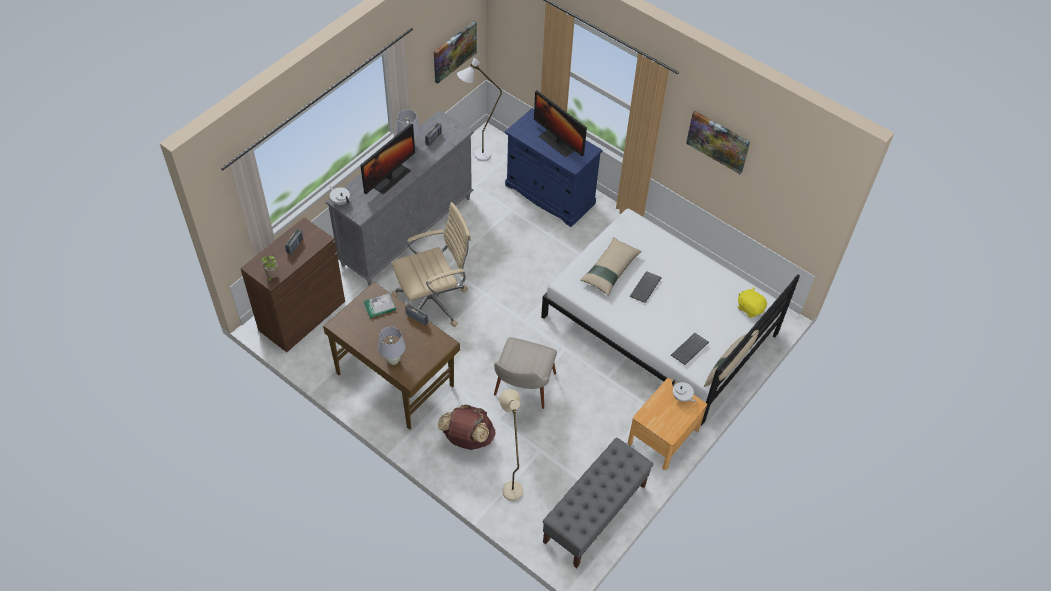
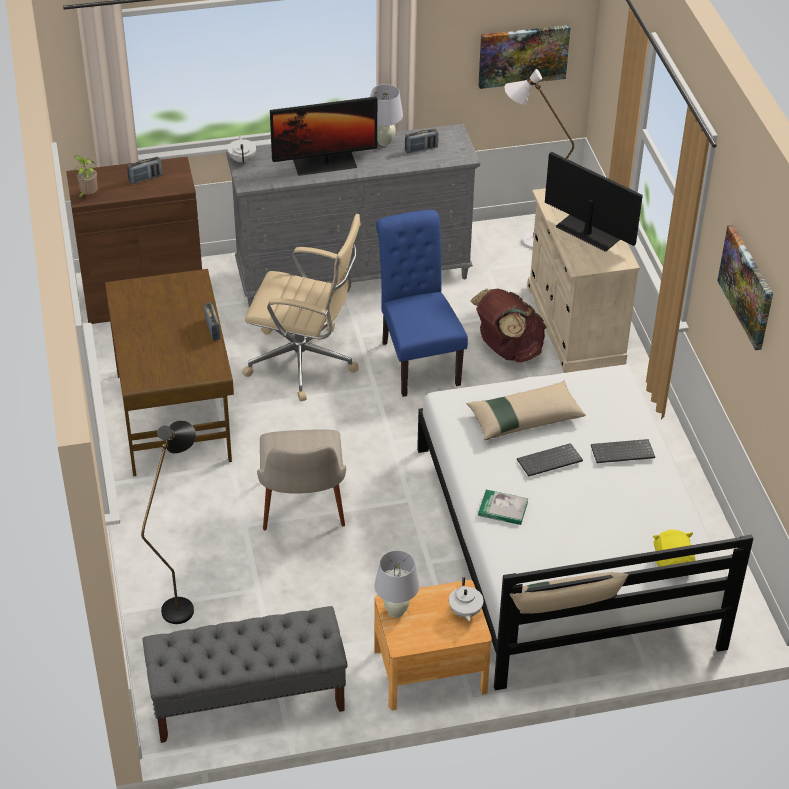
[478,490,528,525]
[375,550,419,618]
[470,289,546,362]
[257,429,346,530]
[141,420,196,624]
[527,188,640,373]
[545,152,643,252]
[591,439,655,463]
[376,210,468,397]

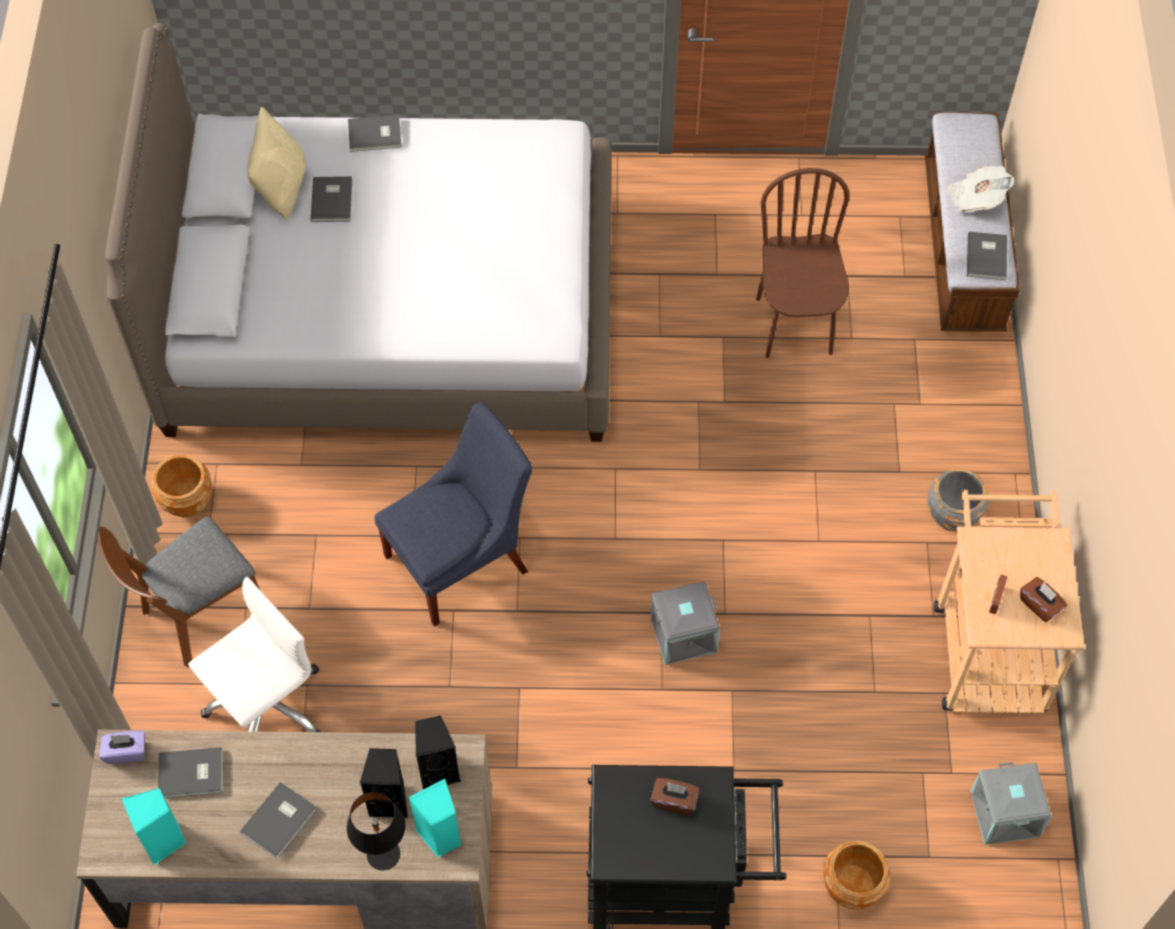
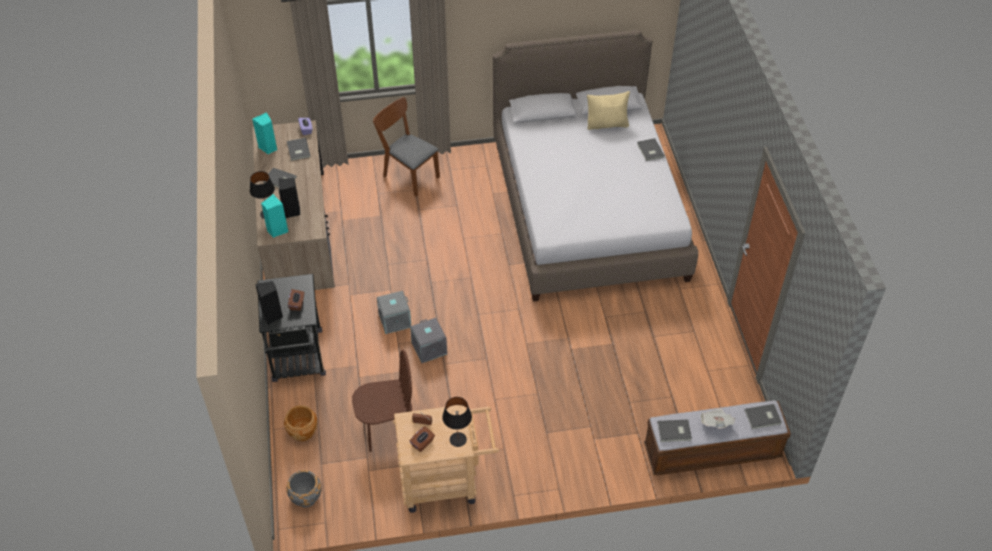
[151,454,212,518] (first image)
[188,577,321,732] (first image)
[744,404,782,429]
[375,402,532,627] (first image)
[255,281,283,325]
[352,350,412,452]
[286,470,322,507]
[377,291,411,334]
[442,397,472,447]

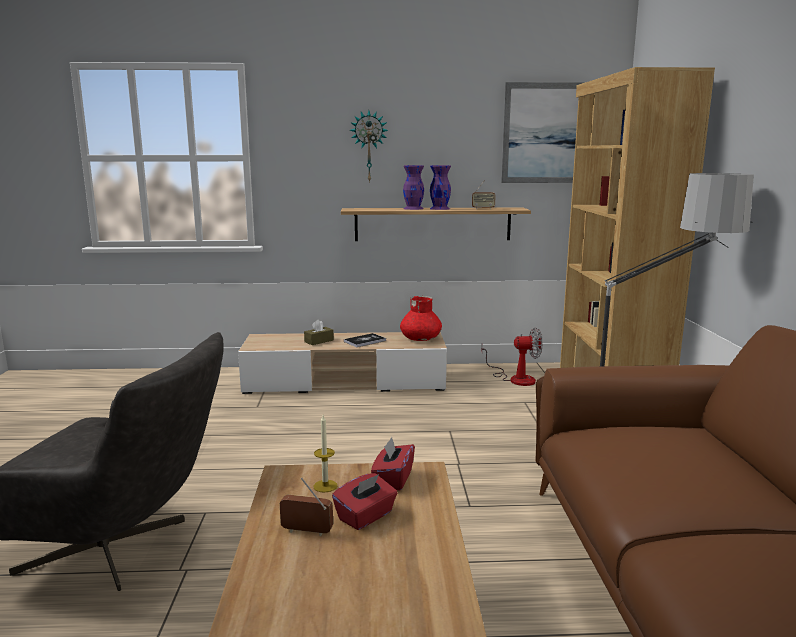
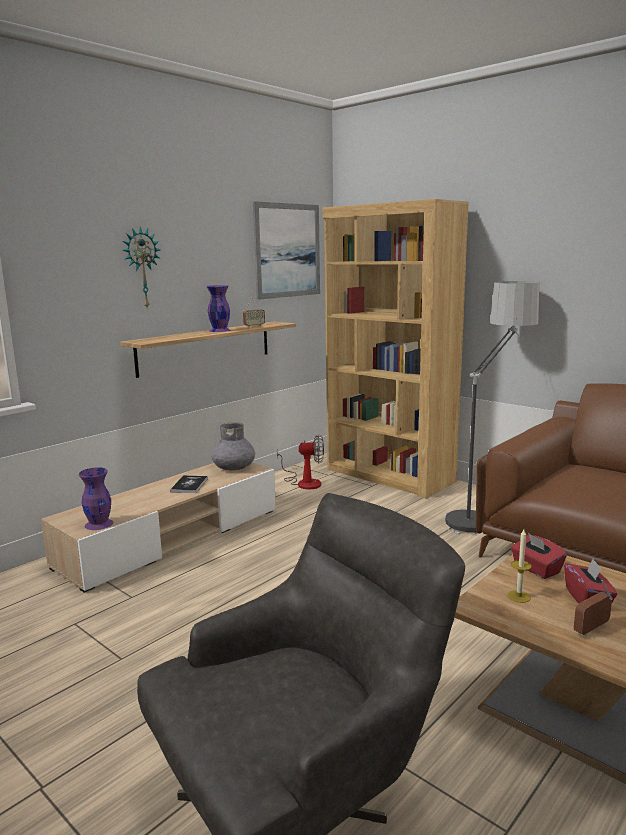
[304,319,334,345] (first image)
[211,422,255,471]
[79,467,114,530]
[277,434,324,489]

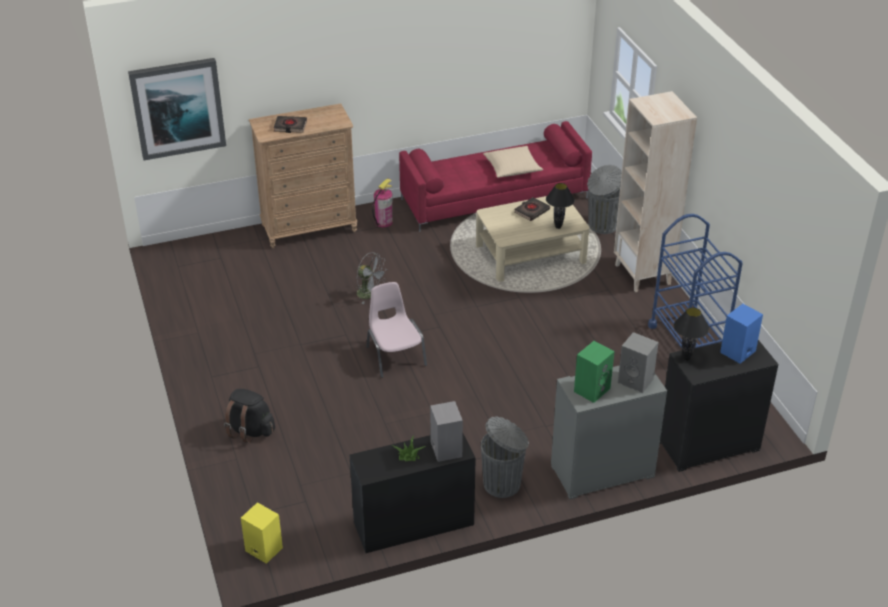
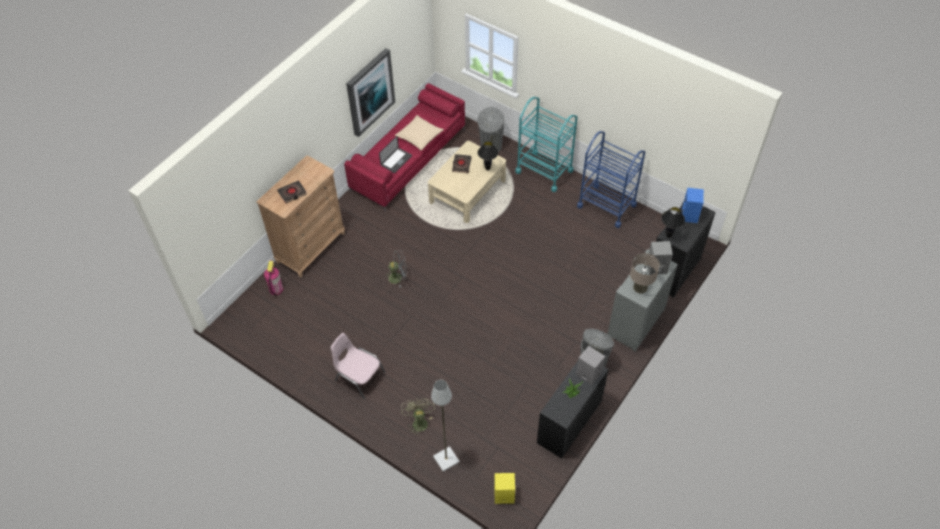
[346,48,395,137]
[401,398,435,435]
[331,333,386,399]
[264,261,283,296]
[630,253,660,293]
[515,97,578,192]
[379,136,412,173]
[431,380,460,472]

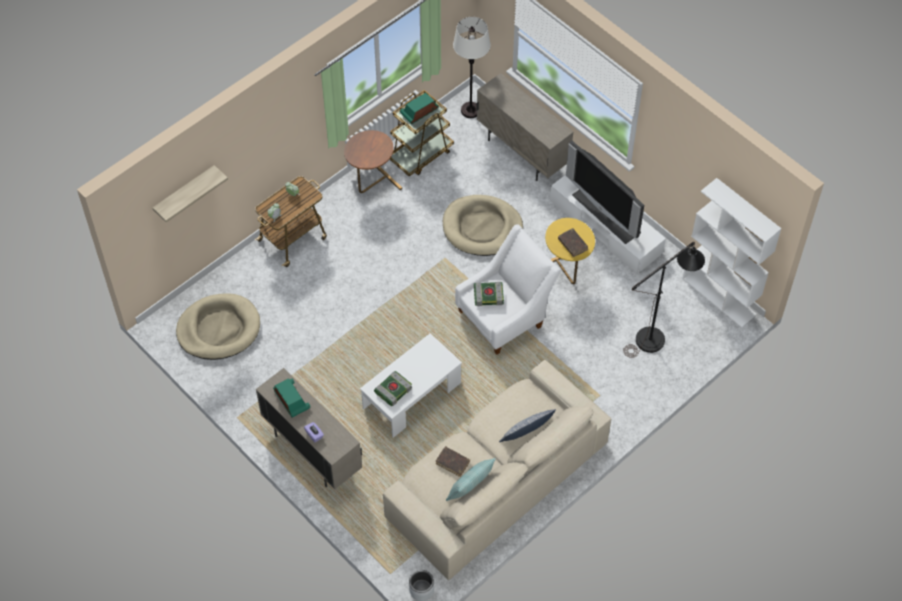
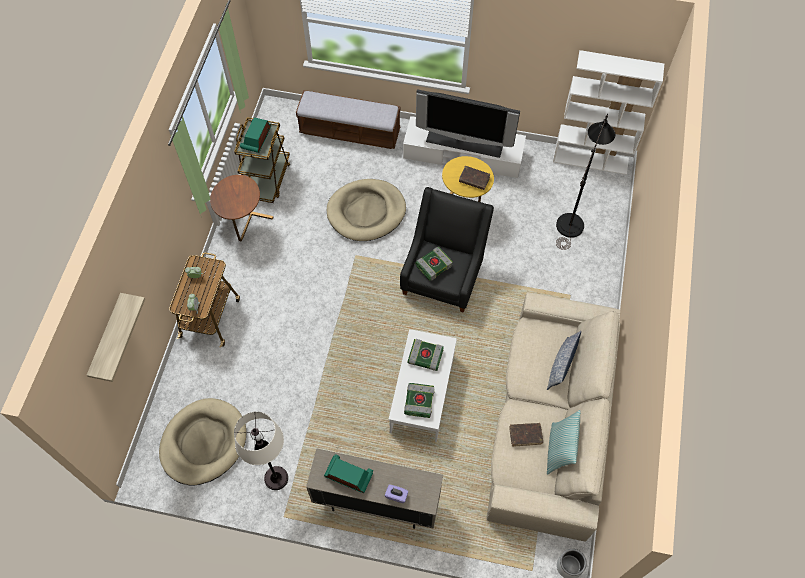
[234,411,288,490]
[400,187,494,313]
[296,90,401,149]
[407,339,444,371]

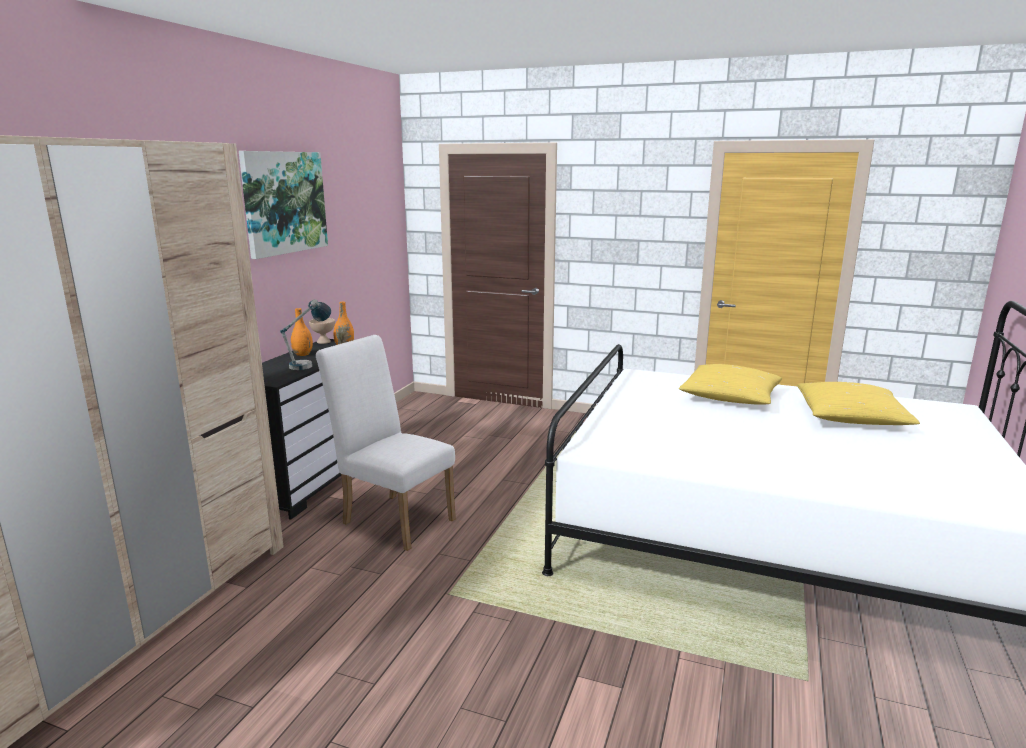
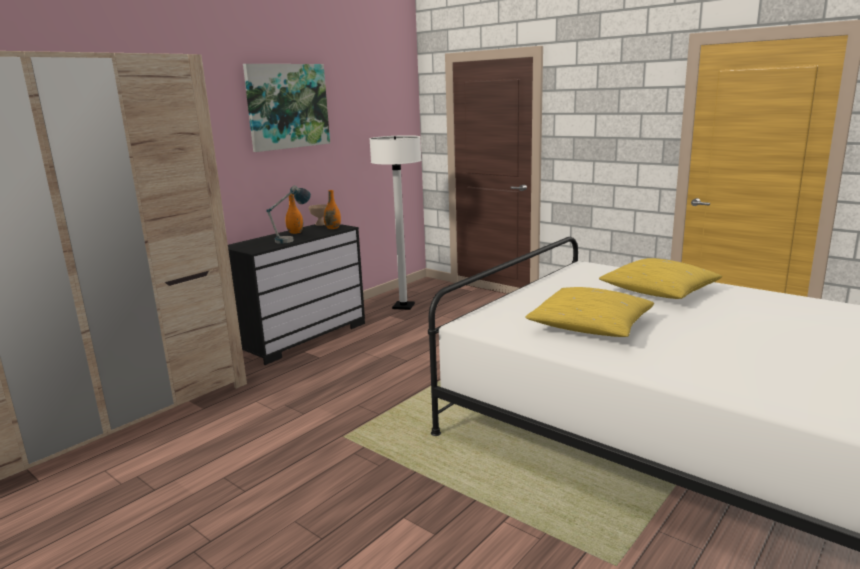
[316,335,456,551] (first image)
[525,287,654,337]
[370,135,422,310]

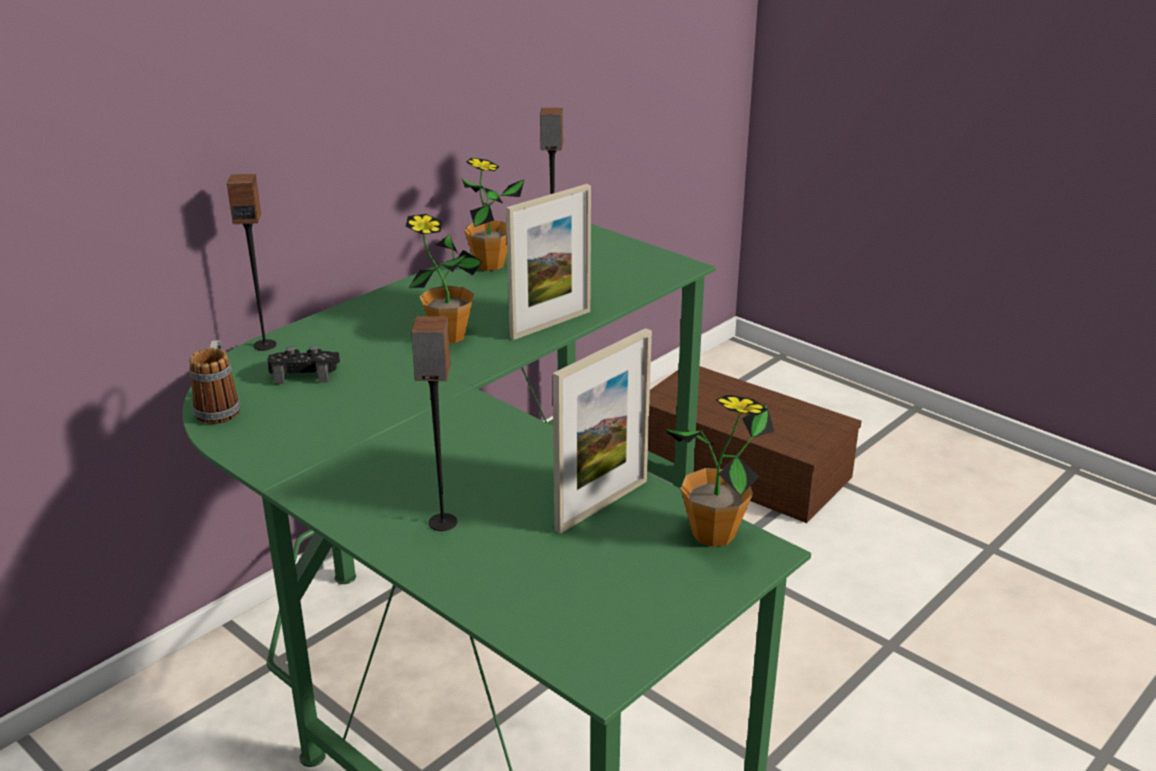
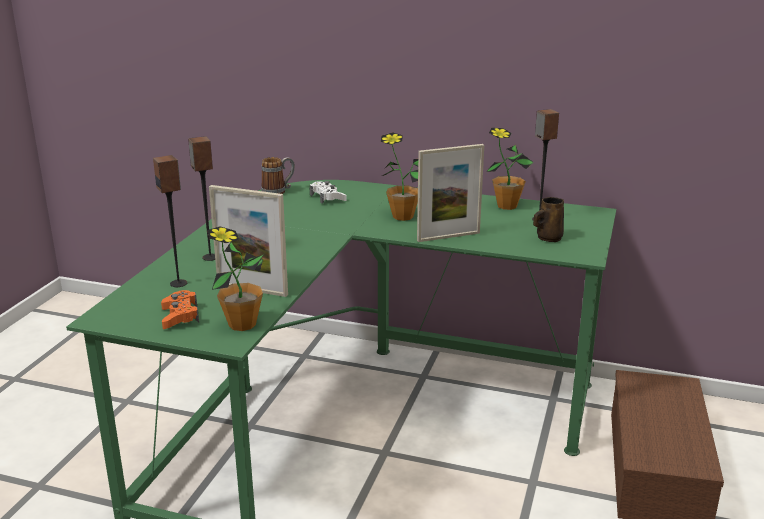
[153,155,187,287]
[310,181,347,204]
[417,144,484,242]
[161,290,199,329]
[533,197,564,242]

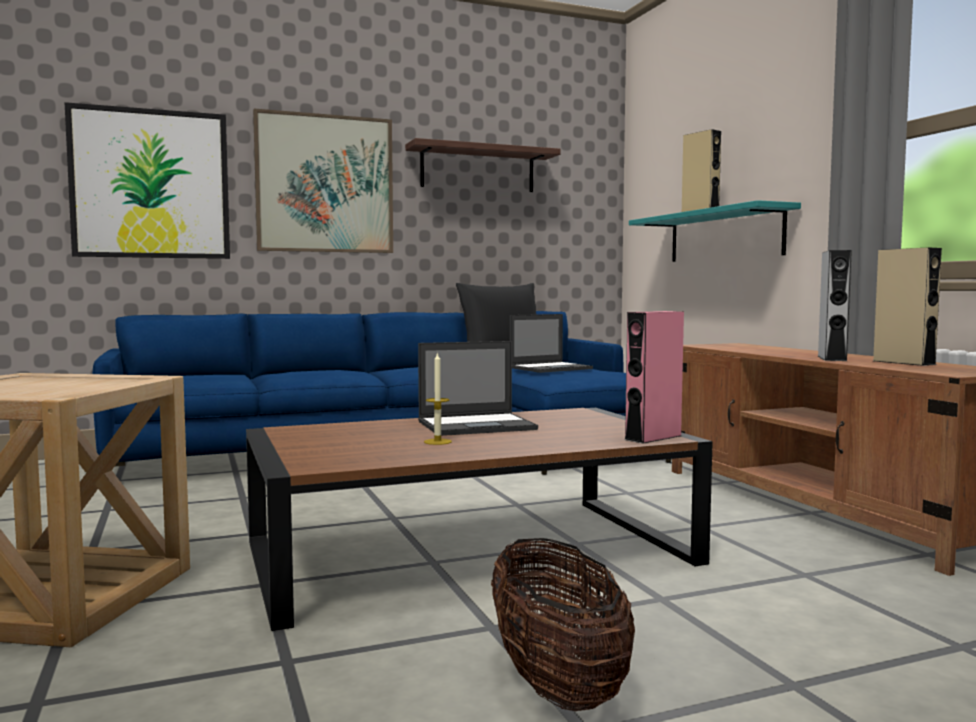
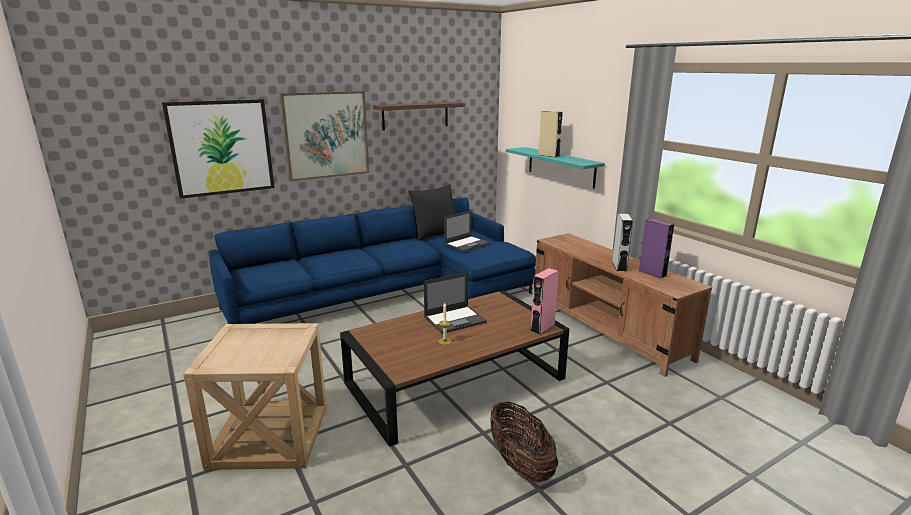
[639,218,674,279]

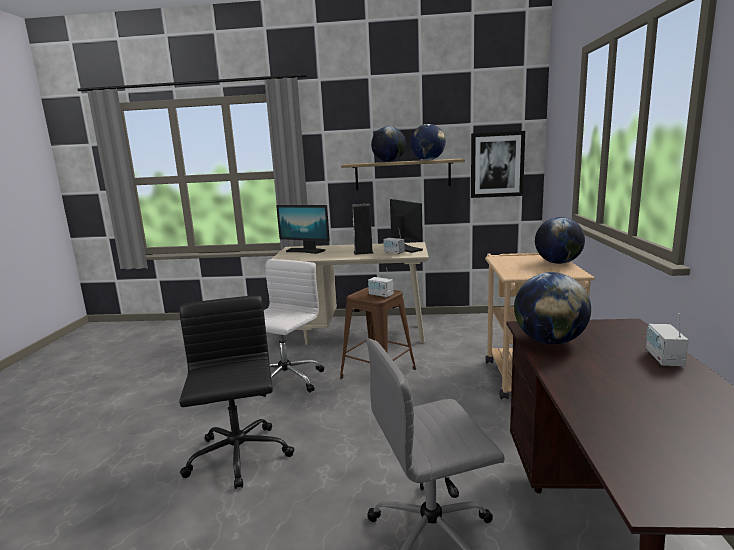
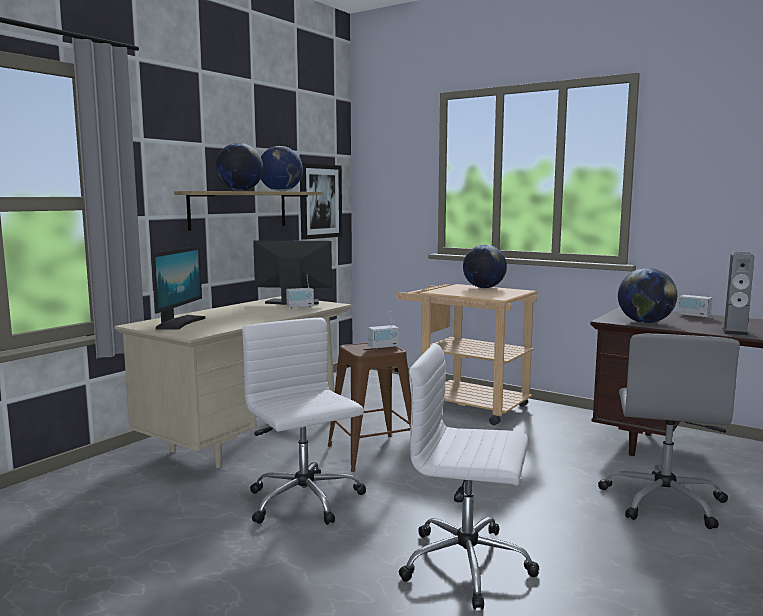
[399,343,539,610]
[151,246,205,330]
[722,252,754,336]

